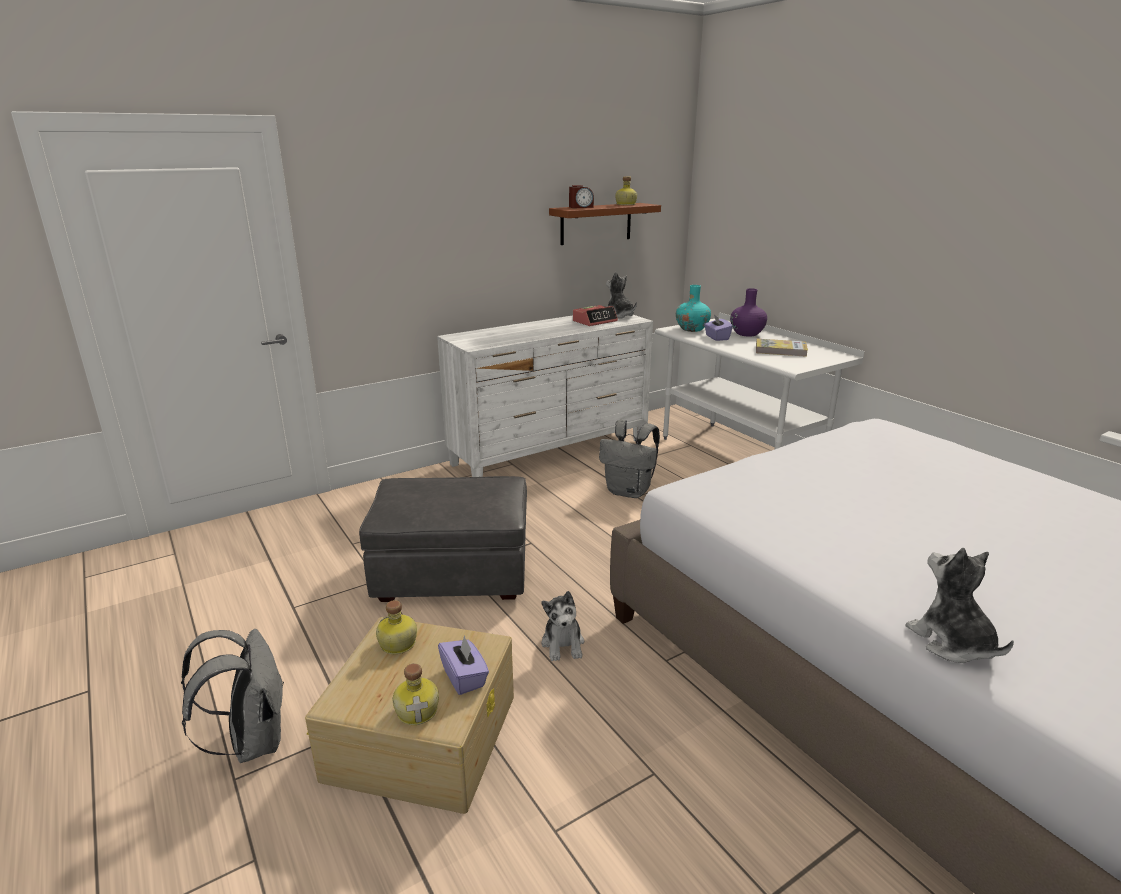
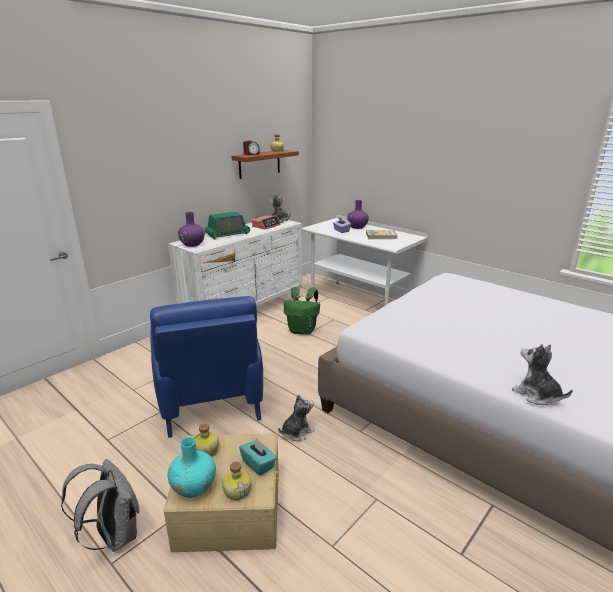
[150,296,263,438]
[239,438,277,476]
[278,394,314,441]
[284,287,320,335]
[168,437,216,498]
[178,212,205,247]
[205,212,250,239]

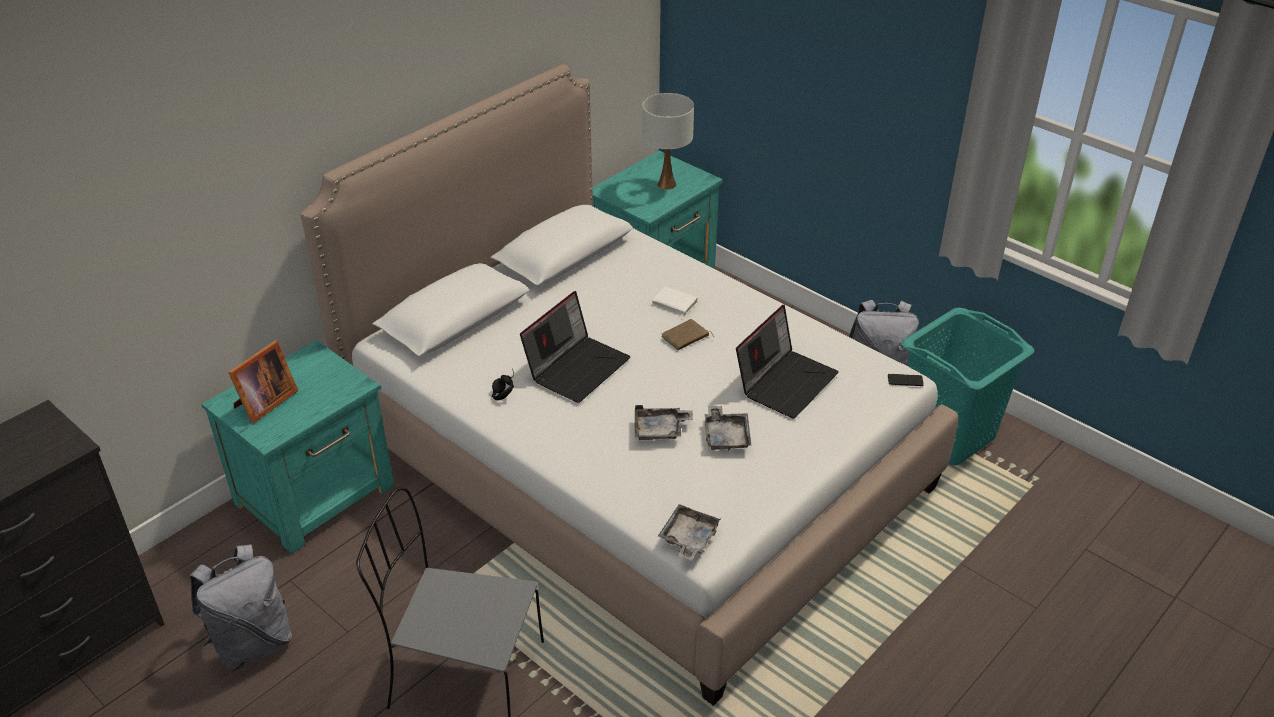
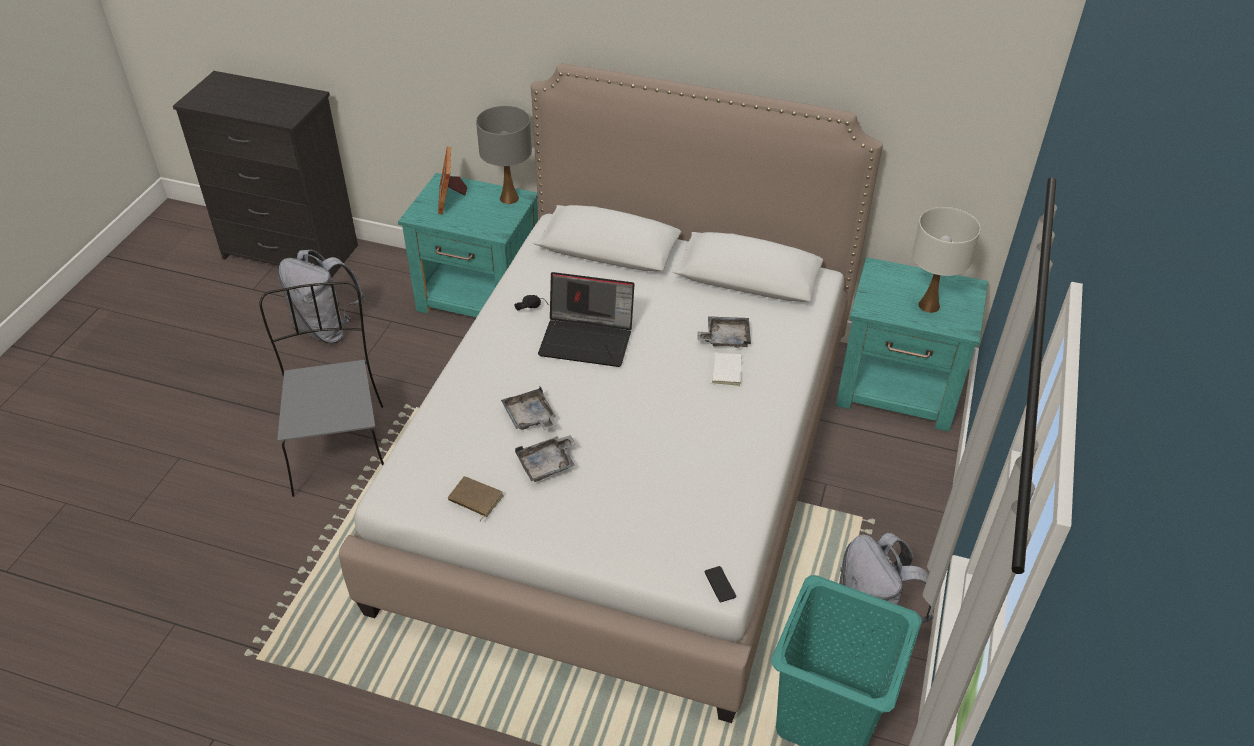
[438,147,467,214]
[697,316,751,348]
[448,476,503,521]
[736,305,839,419] (first image)
[476,106,532,204]

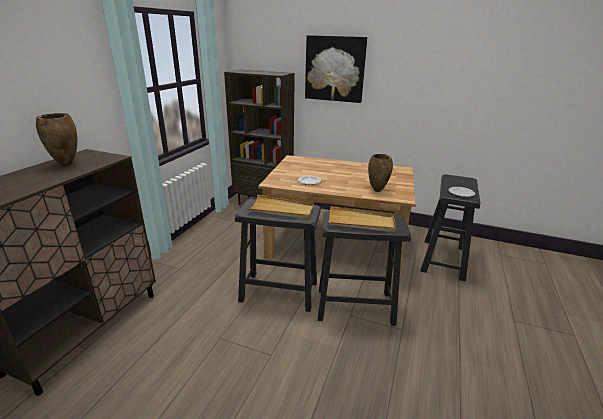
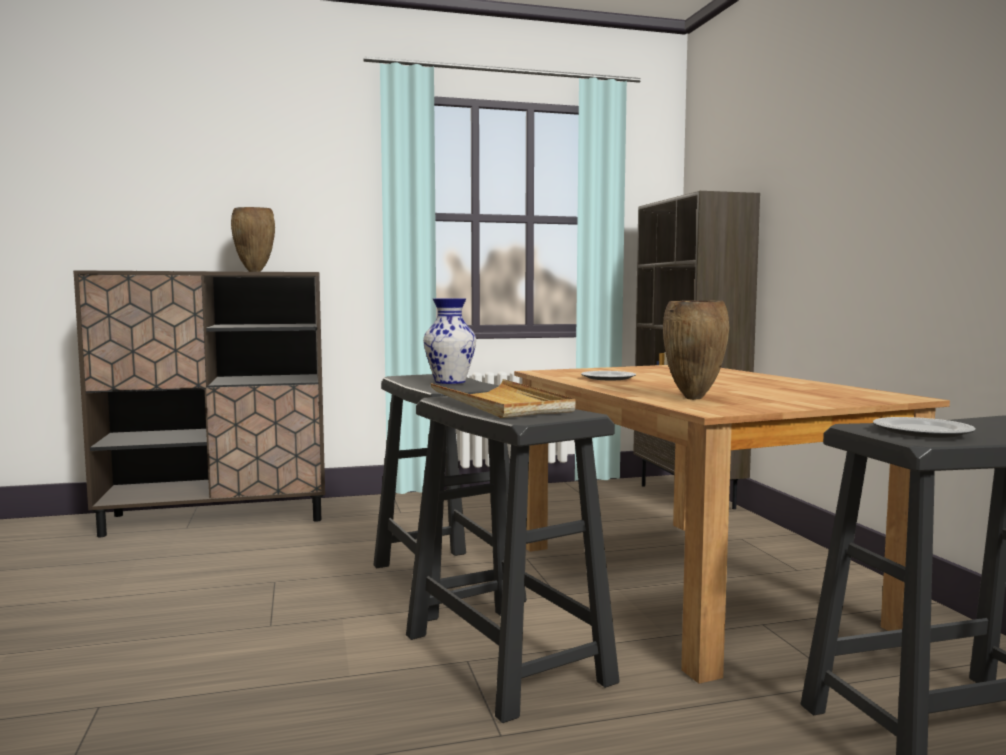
[423,298,476,384]
[305,35,367,103] (first image)

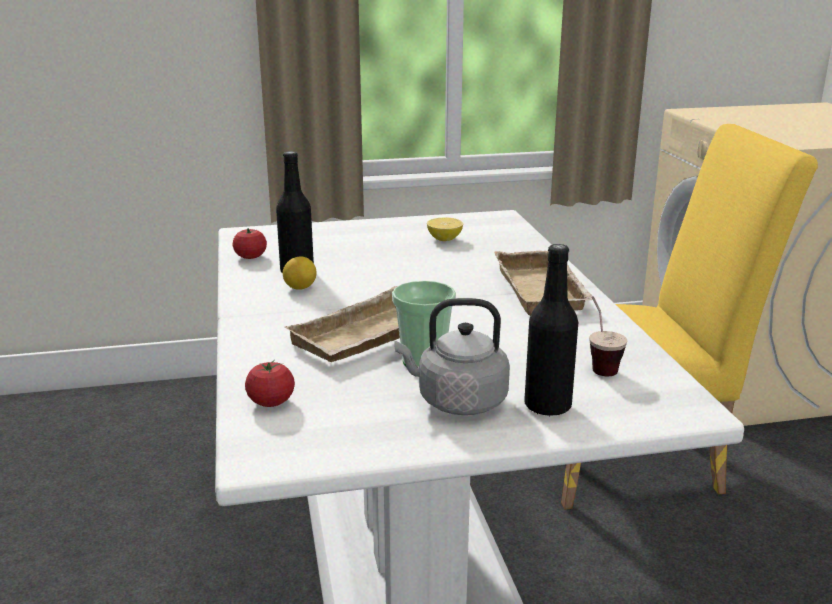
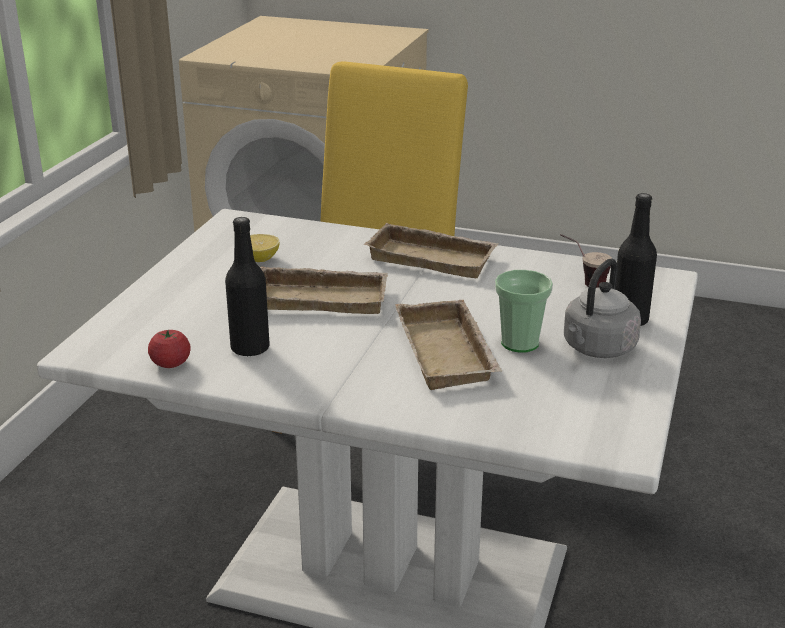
[245,360,295,407] (first image)
[283,257,316,290] (first image)
[261,266,388,314]

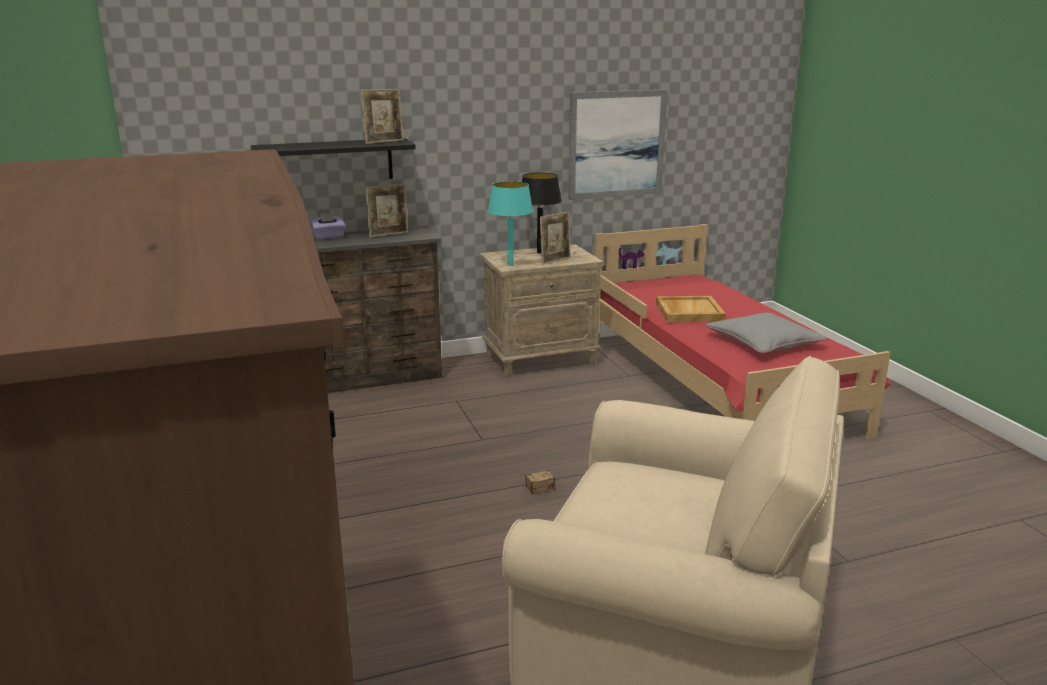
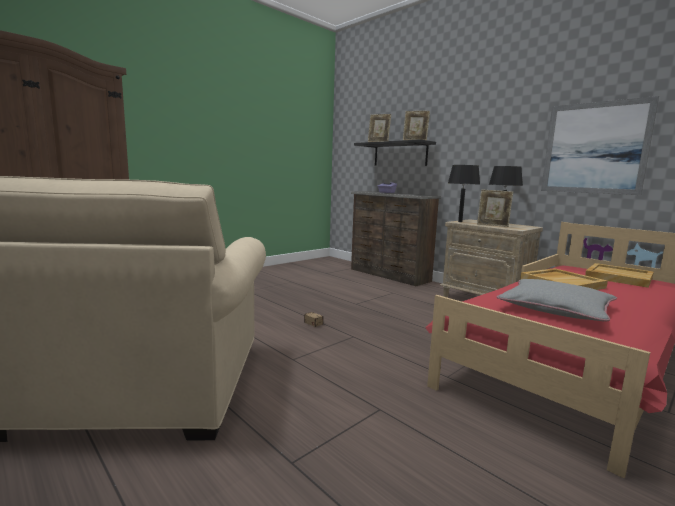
[368,114,391,142]
[448,165,480,222]
[585,263,654,288]

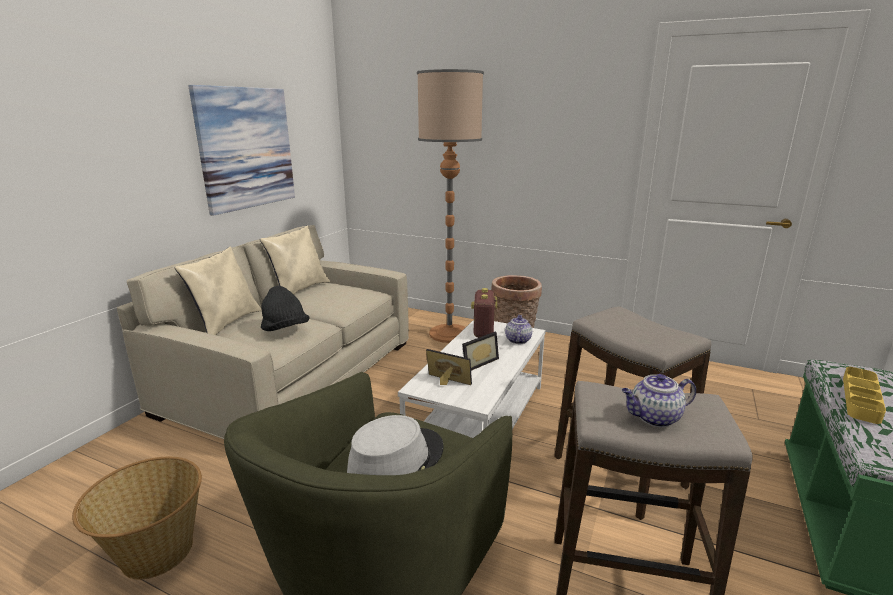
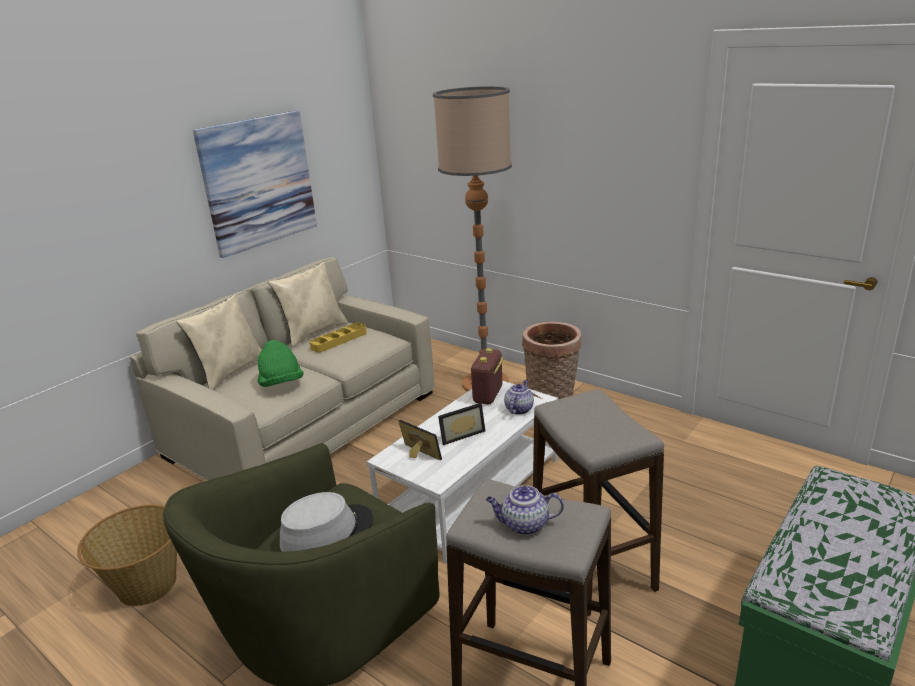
[257,340,304,387]
[310,323,366,353]

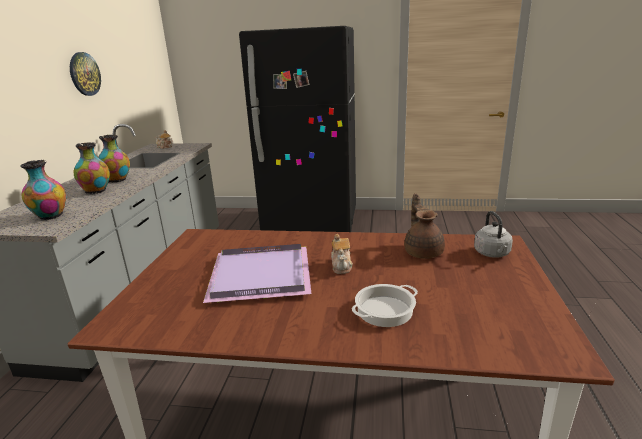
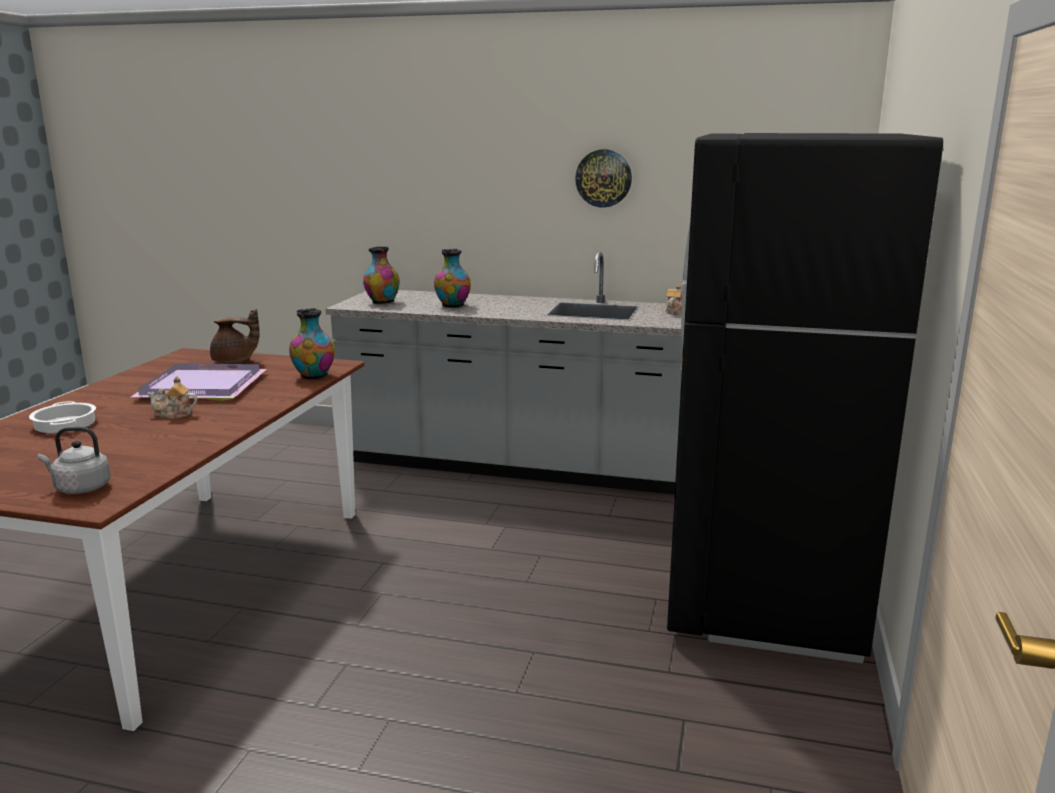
[289,308,335,379]
[210,309,260,363]

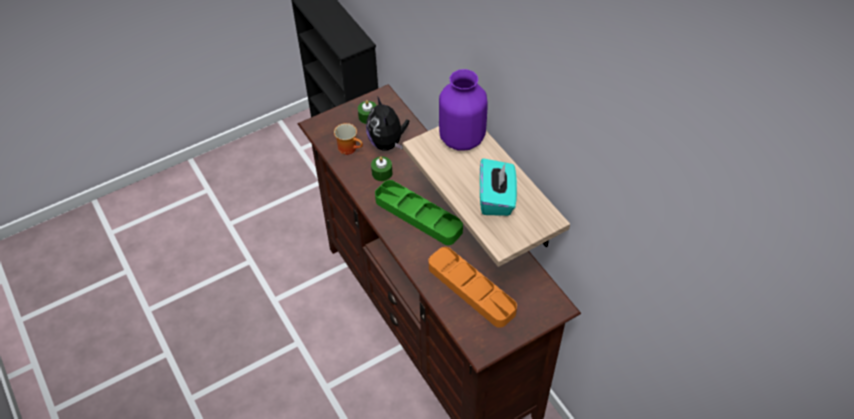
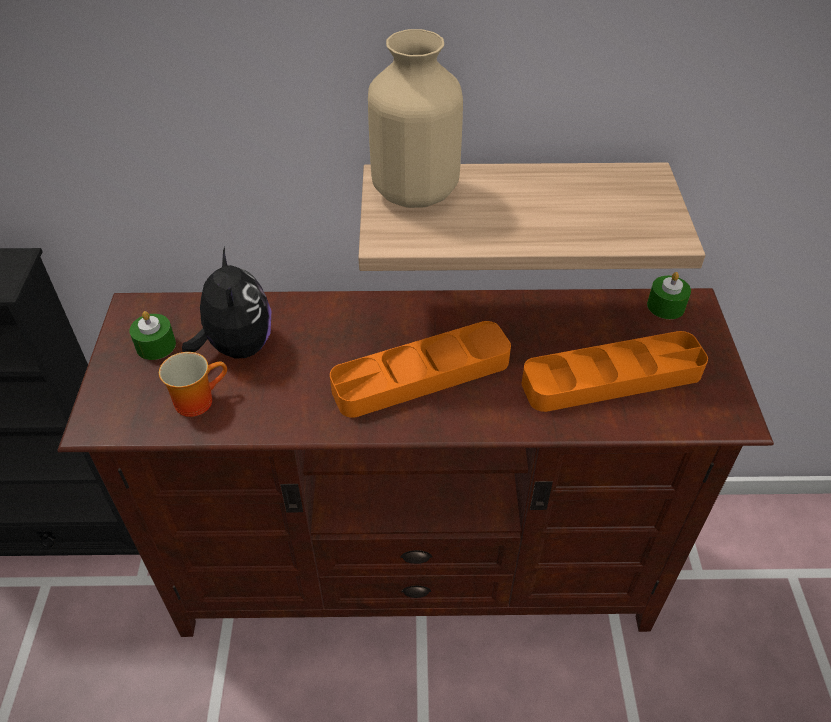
[182,247,271,358]
[647,272,691,319]
[330,321,511,418]
[368,29,463,208]
[480,158,517,216] (first image)

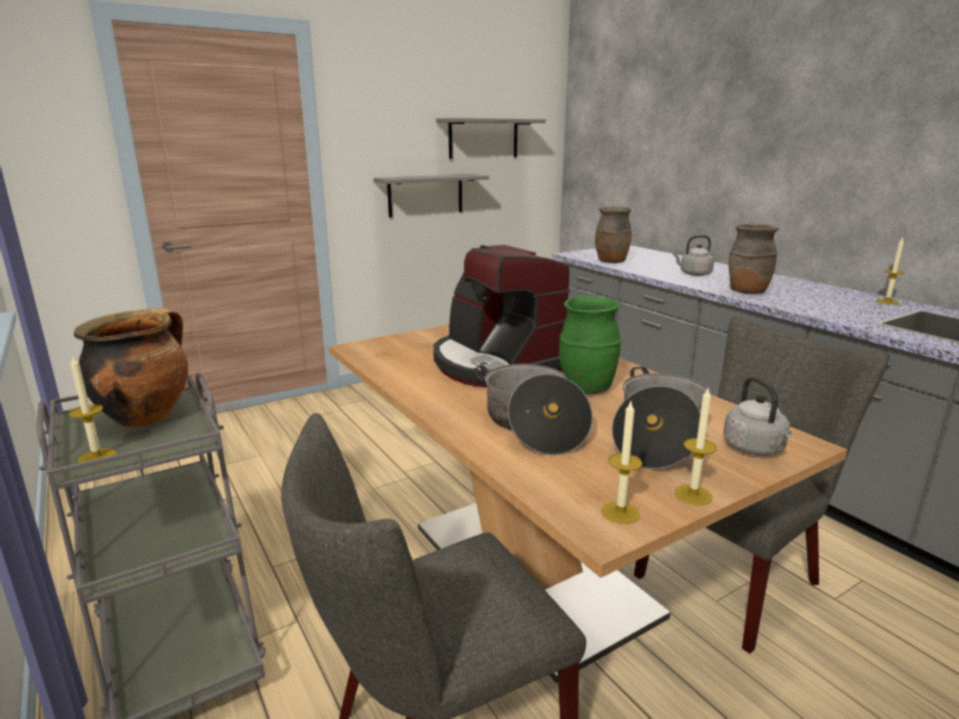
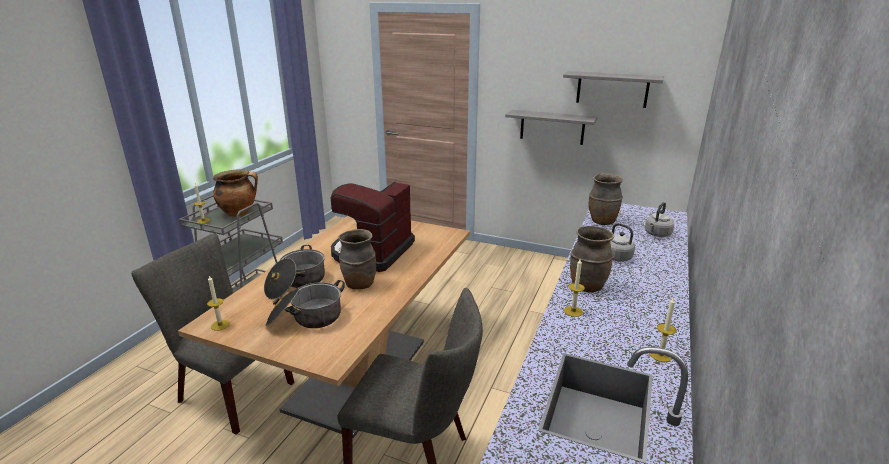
[338,229,376,289]
[564,259,585,317]
[645,202,674,237]

